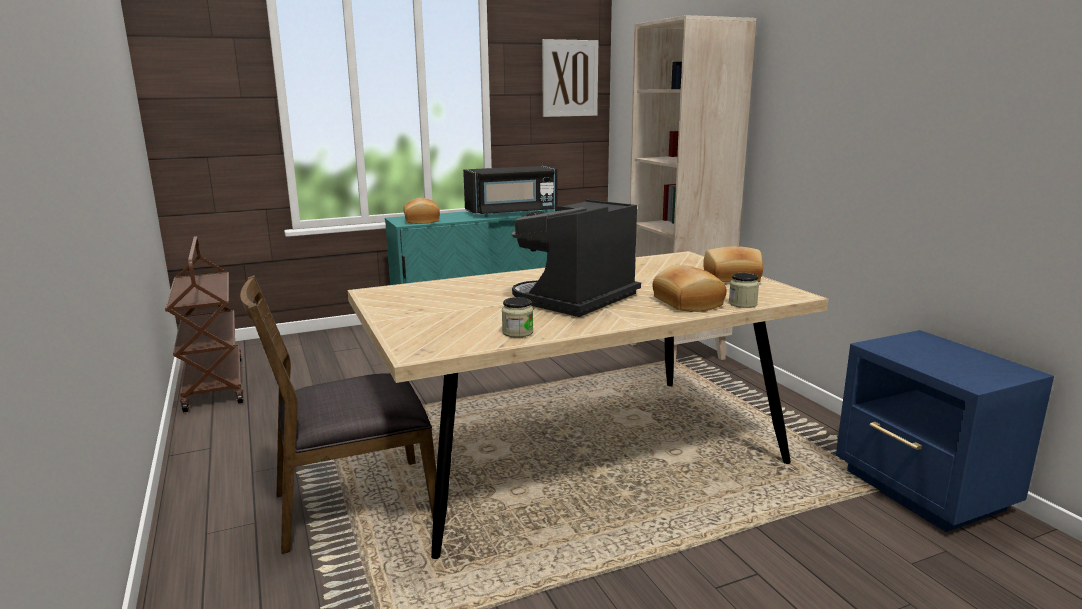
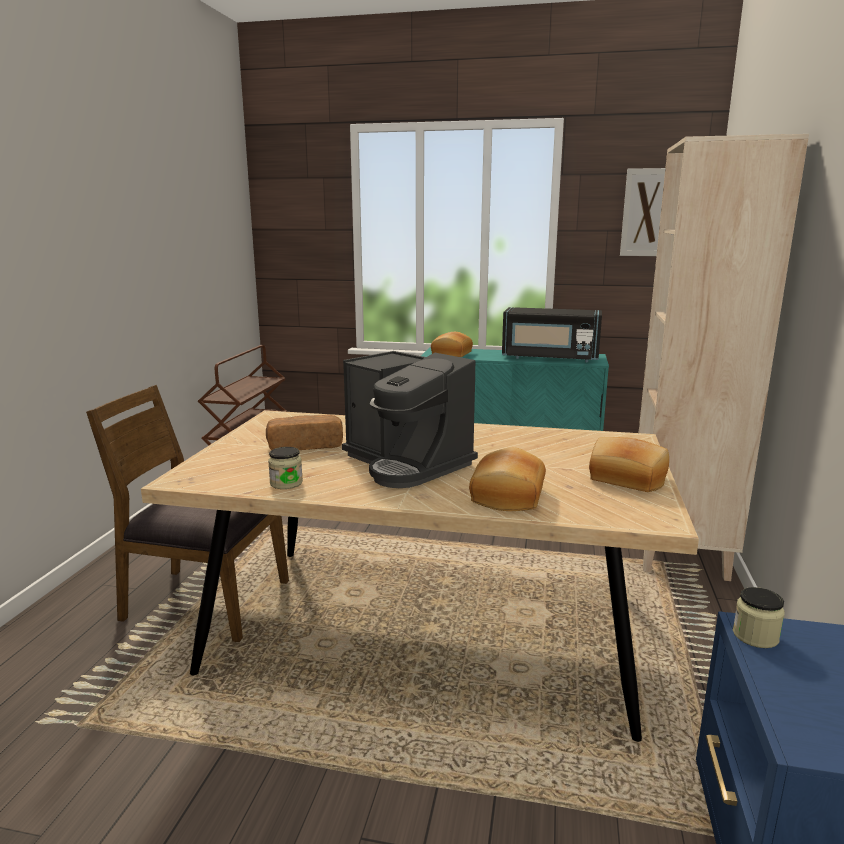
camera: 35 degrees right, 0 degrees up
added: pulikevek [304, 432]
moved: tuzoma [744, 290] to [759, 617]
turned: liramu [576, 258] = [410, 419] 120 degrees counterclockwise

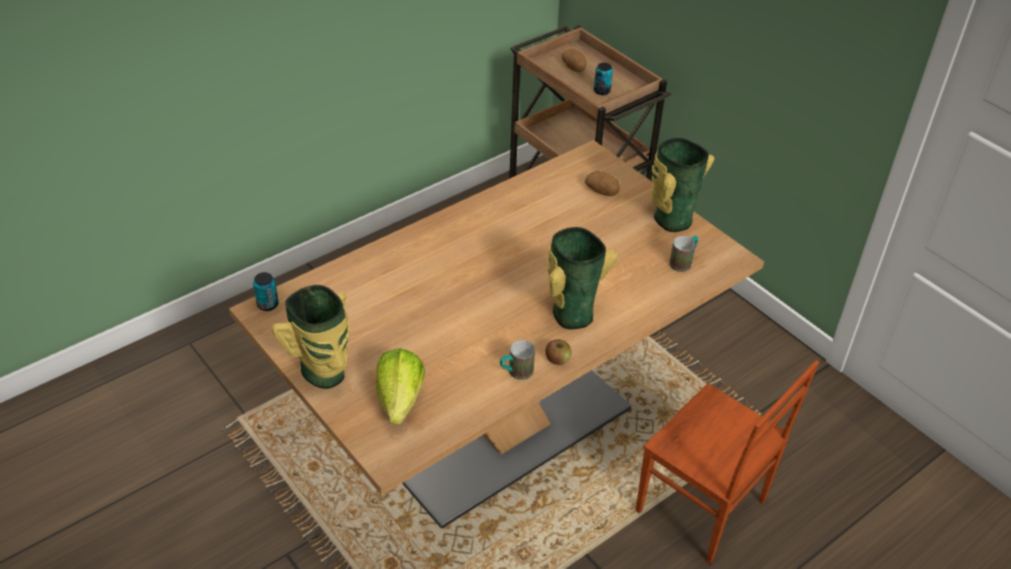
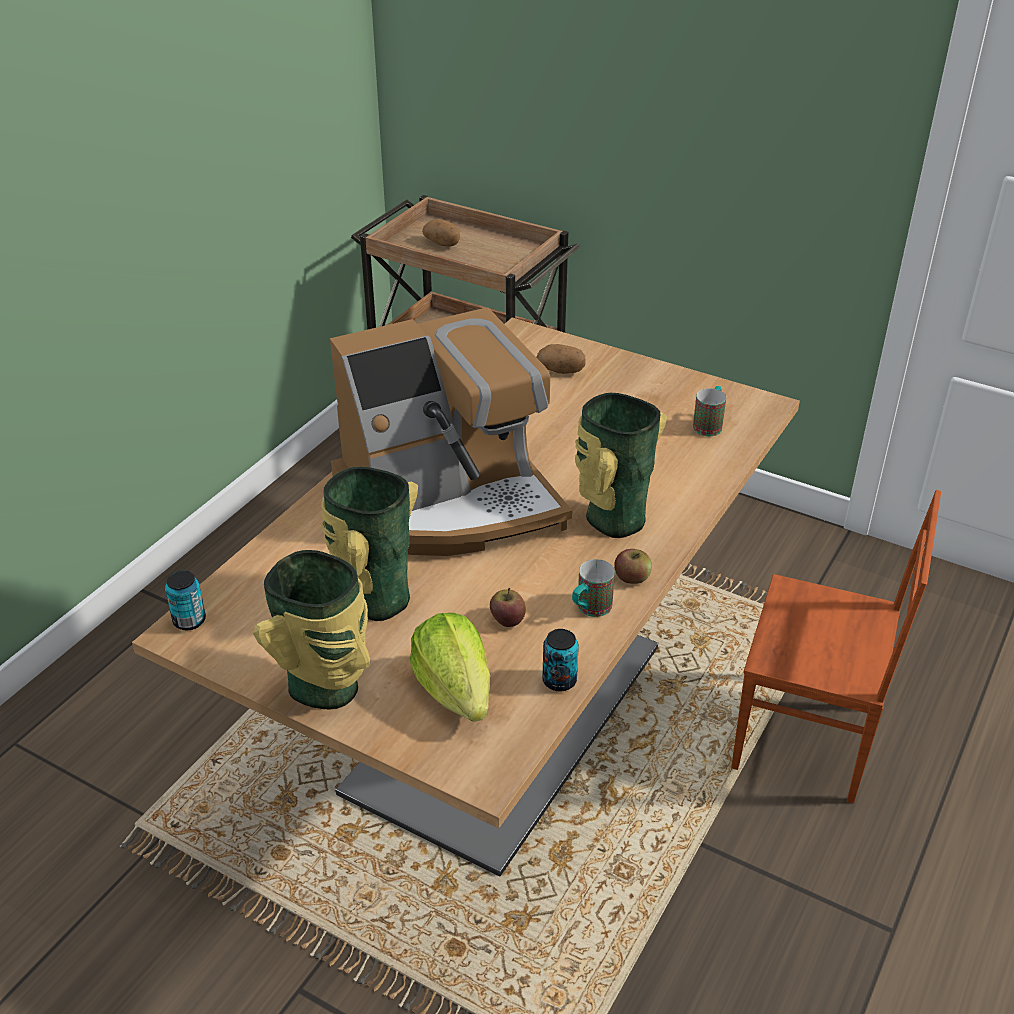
camera: 20 degrees left, 5 degrees down
added: liramu [451, 431]; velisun [508, 607]
moved: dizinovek [683, 185] to [369, 544]; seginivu [603, 79] to [560, 660]

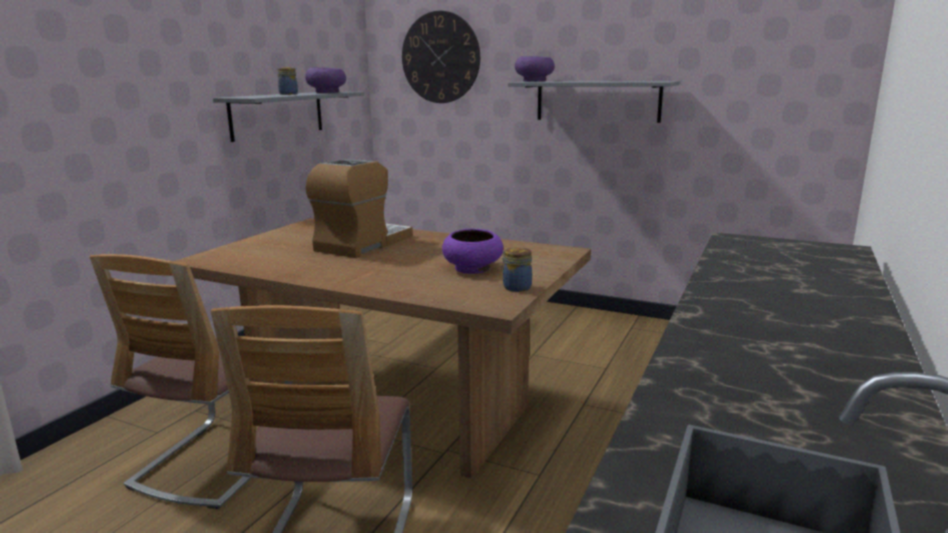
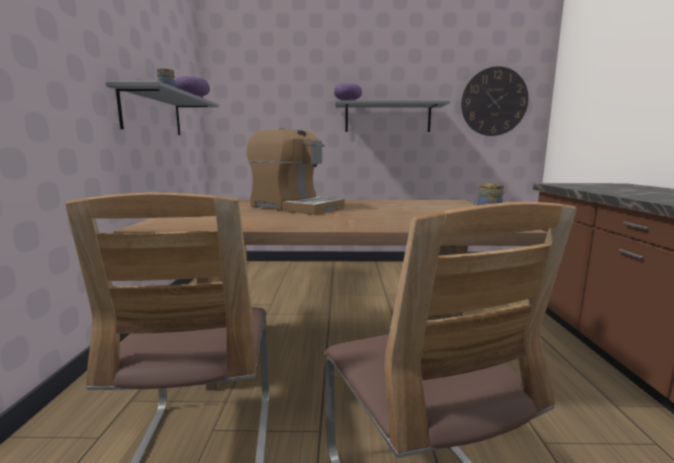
camera: 25 degrees left, 5 degrees down
removed: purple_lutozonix [472, 251]
moved: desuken [441, 57] to [494, 101]
turned: liramu [359, 208] = [295, 171] 120 degrees clockwise

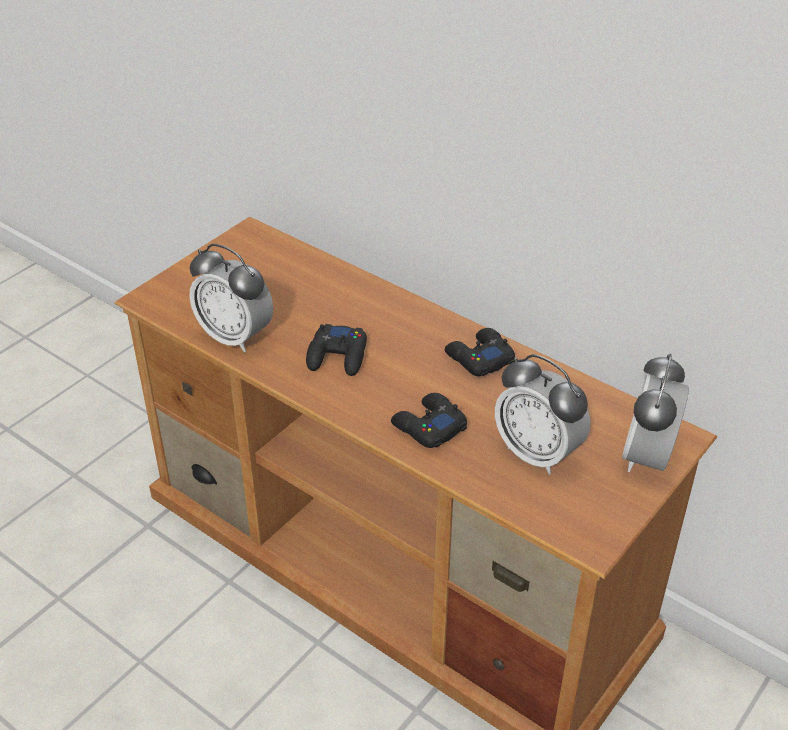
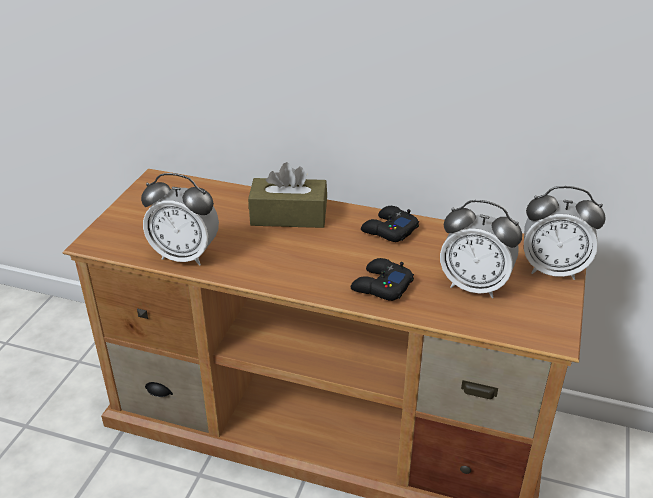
camera: 20 degrees left, 5 degrees down
removed: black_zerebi [336, 350]
added: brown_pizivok [287, 195]
turned: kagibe [655, 413] = [565, 233] 75 degrees counterclockwise

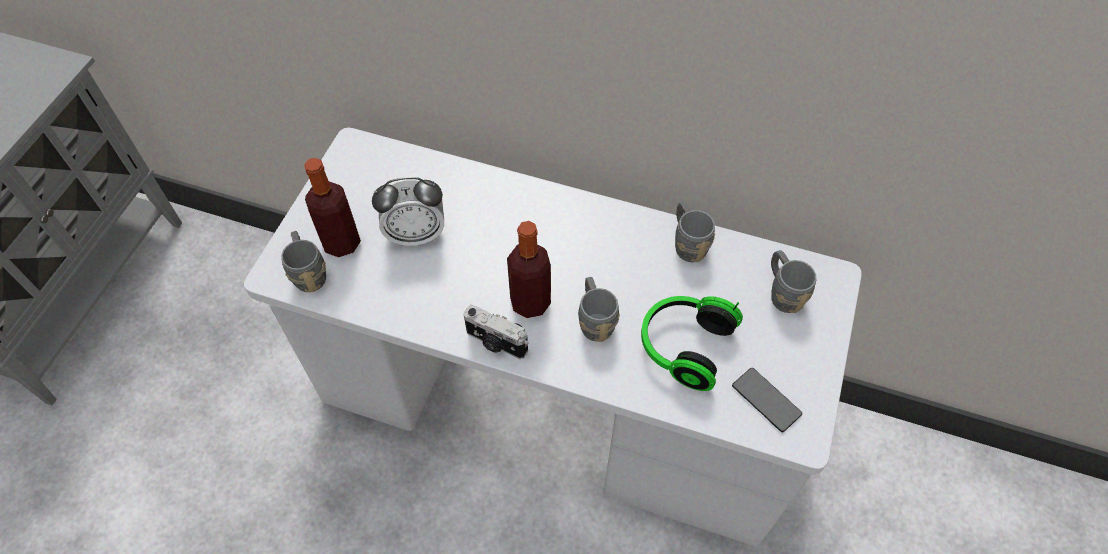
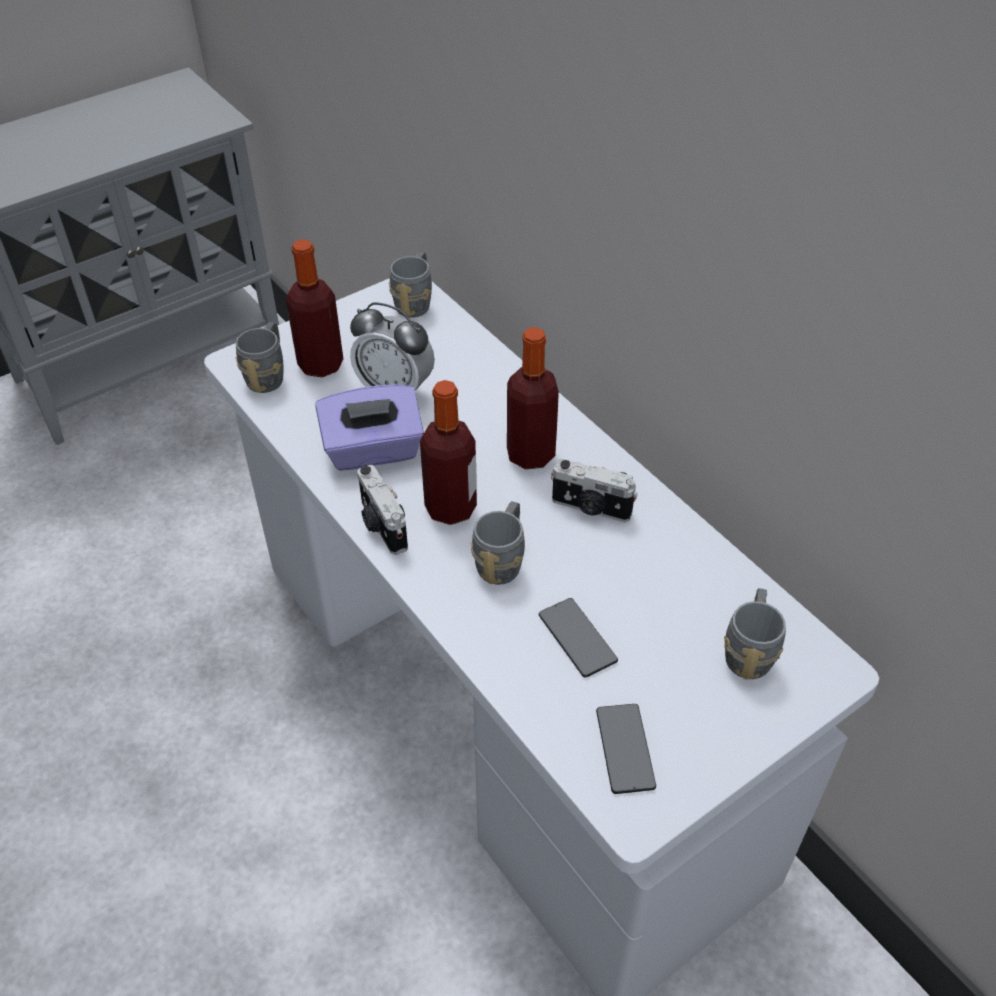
camera: 35 degrees right, 10 degrees down
added: purple_pizivok [369, 427]; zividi [533, 398]; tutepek [594, 490]
moved: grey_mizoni [695, 232] to [410, 285]
replaced: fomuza [692, 343] to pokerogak [578, 638]

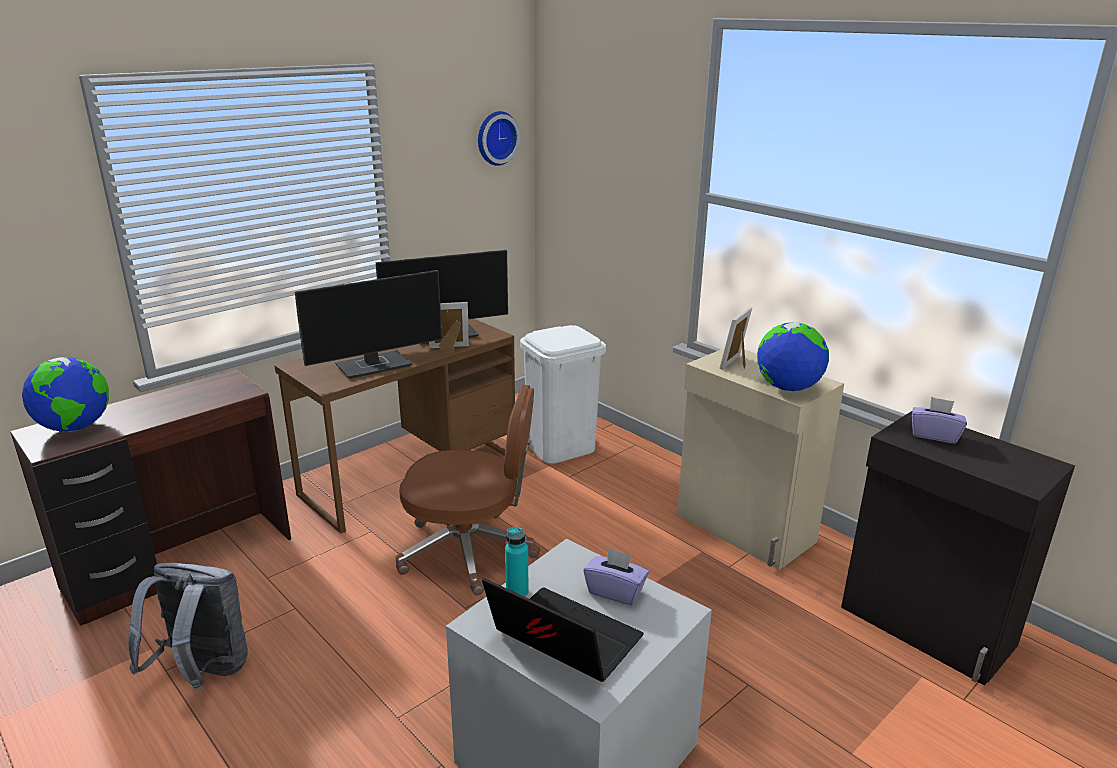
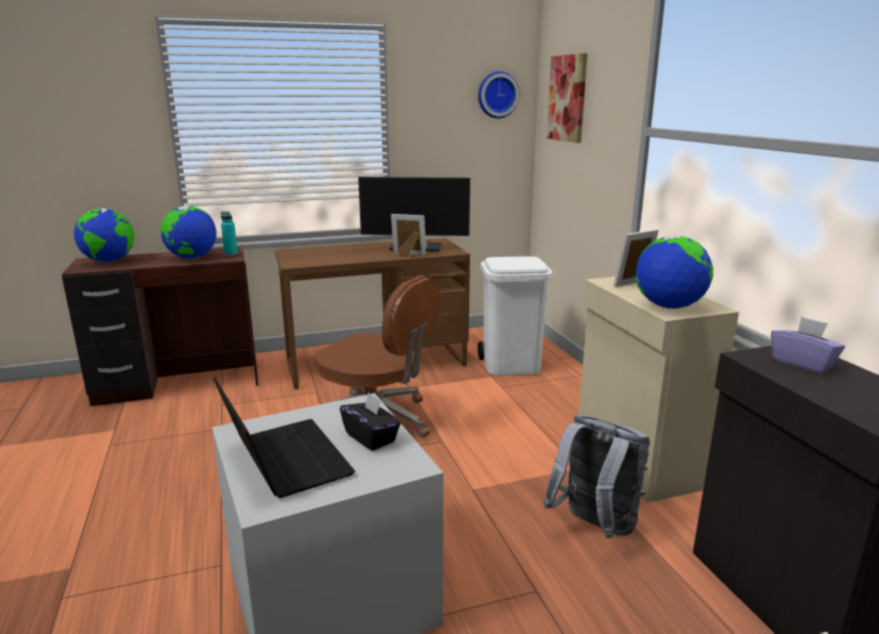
camera: 25 degrees right, 5 degrees down
removed: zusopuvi [368, 324]
added: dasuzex [189, 232]; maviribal [567, 98]
moved: turquoise_zividi [517, 561] to [229, 233]; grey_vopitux [188, 626] to [596, 476]
recoloured: purple_pizivok [616, 576] to black_pizivok [370, 421]

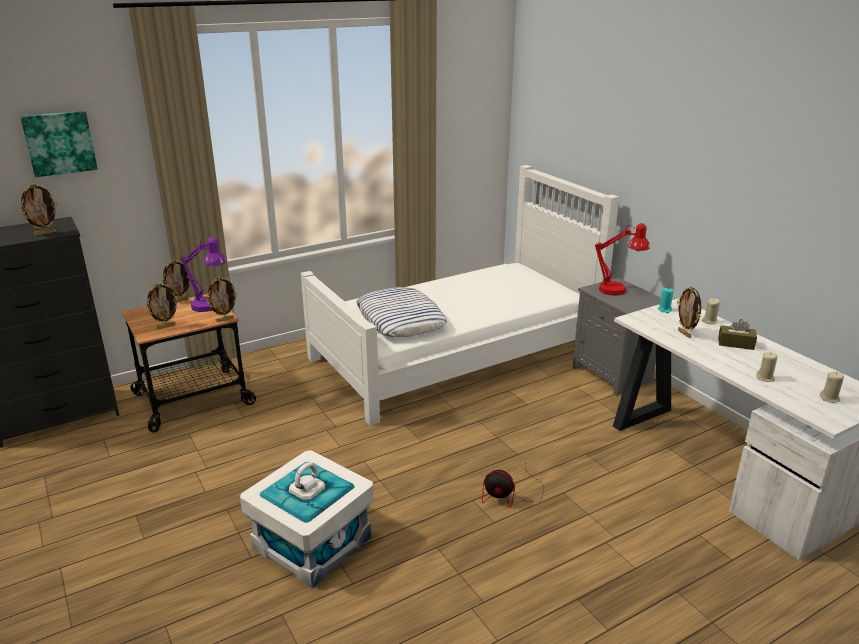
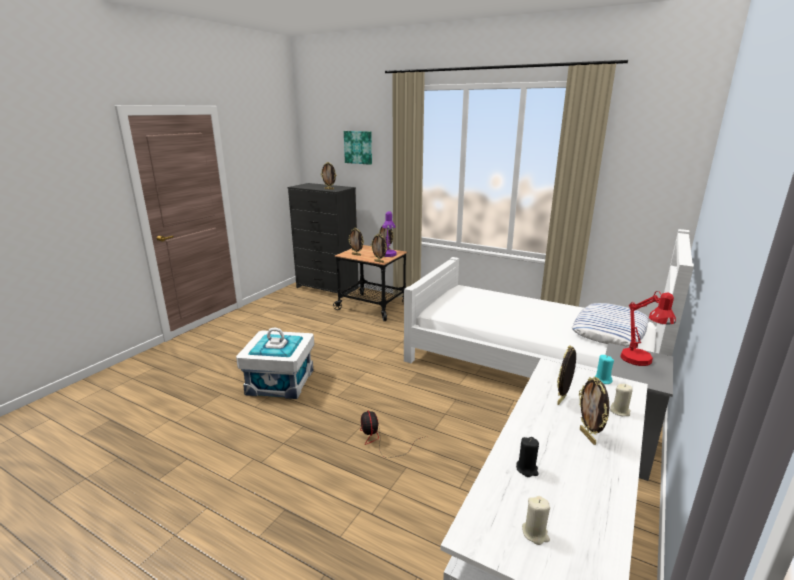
camera: 60 degrees right, 5 degrees down
moved: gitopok [401, 312] to [610, 325]
replaced: brown_pizivok [737, 334] to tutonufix [594, 411]
recoloured: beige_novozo [767, 367] to black_novozo [527, 457]

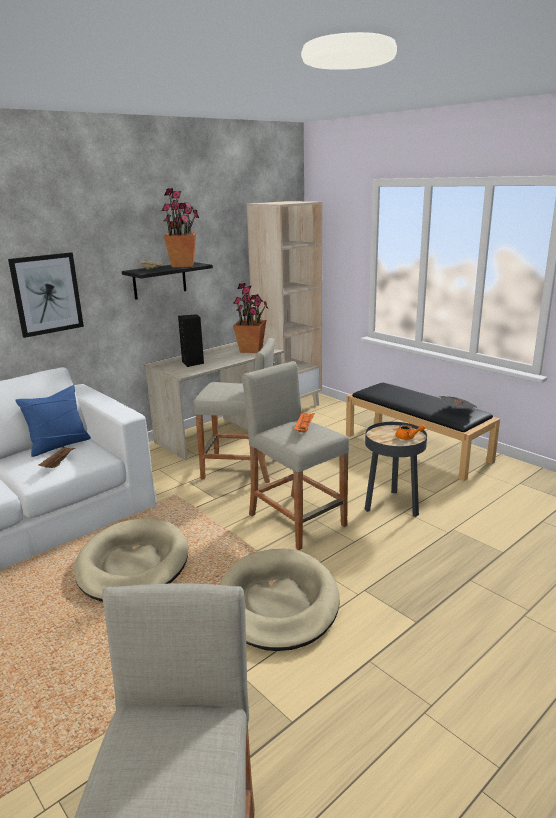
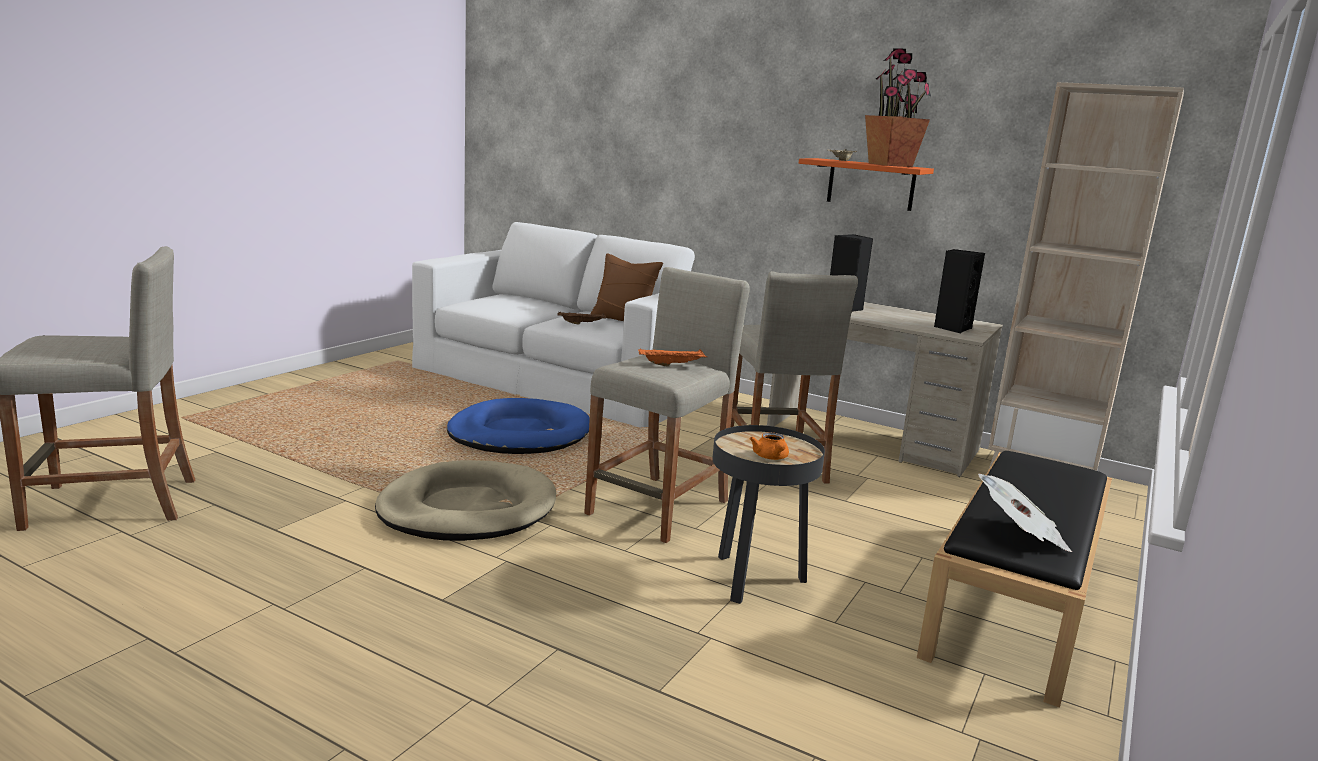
camera: 70 degrees right, 5 degrees down
removed: maviribal [46, 295]
replaced: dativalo [250, 318] to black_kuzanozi [959, 291]
recoloured: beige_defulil [131, 560] to blue_defulil [518, 426]; blue_gitopok [53, 421] to brown_gitopok [627, 287]; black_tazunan [167, 281] to orange_tazunan [866, 184]

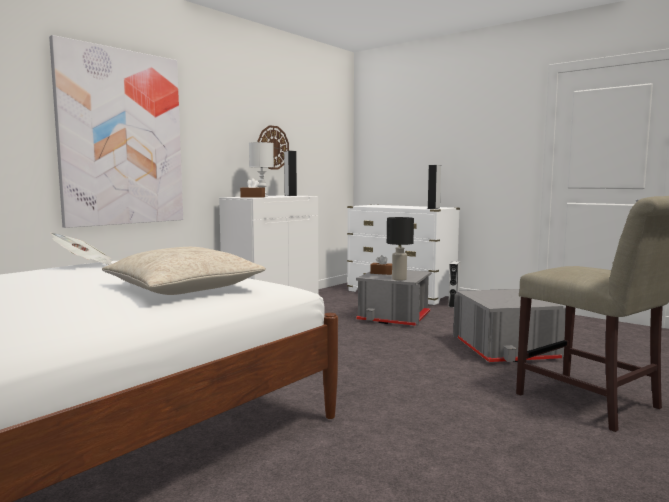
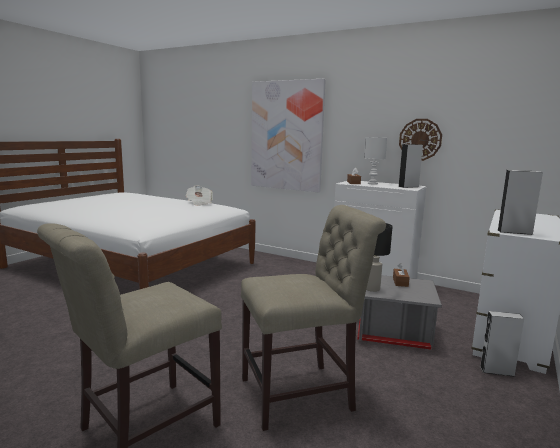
camera: 80 degrees right, 5 degrees up
removed: beige_gitopok [184, 271]
replaced: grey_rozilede [509, 325] to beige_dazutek [313, 318]

